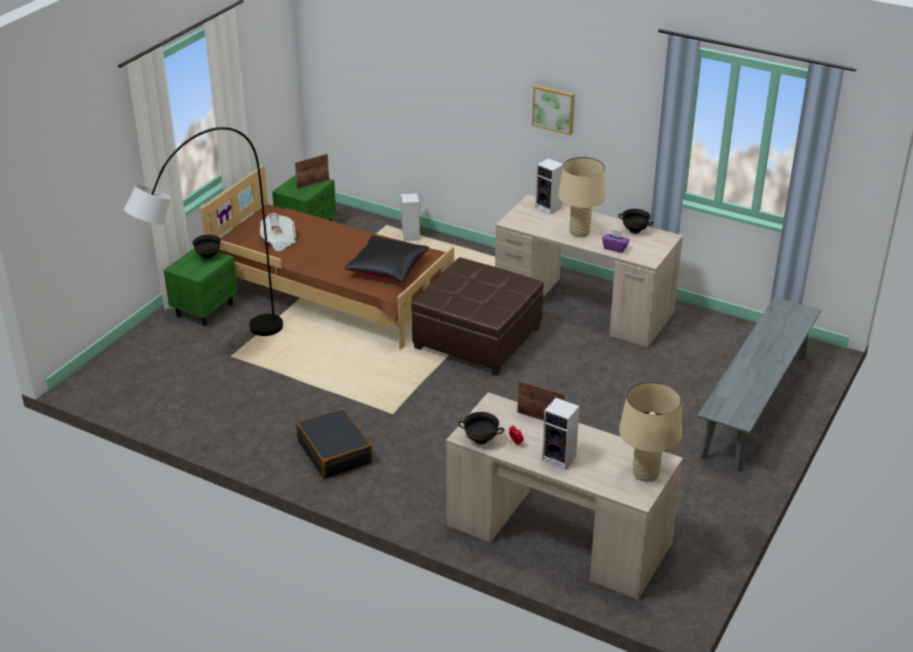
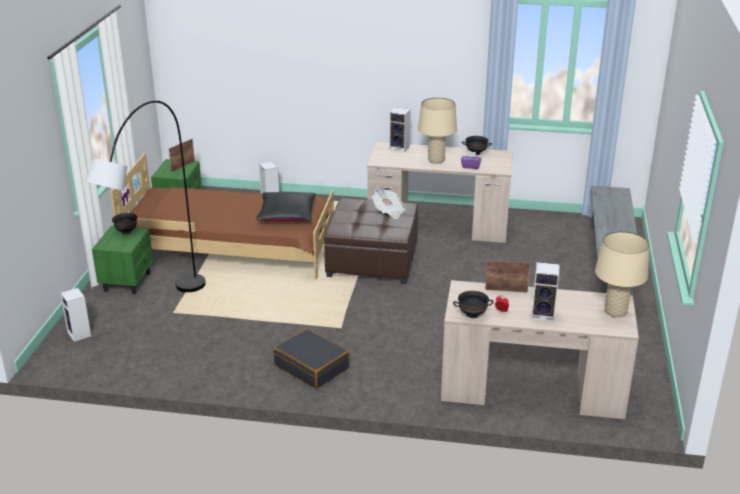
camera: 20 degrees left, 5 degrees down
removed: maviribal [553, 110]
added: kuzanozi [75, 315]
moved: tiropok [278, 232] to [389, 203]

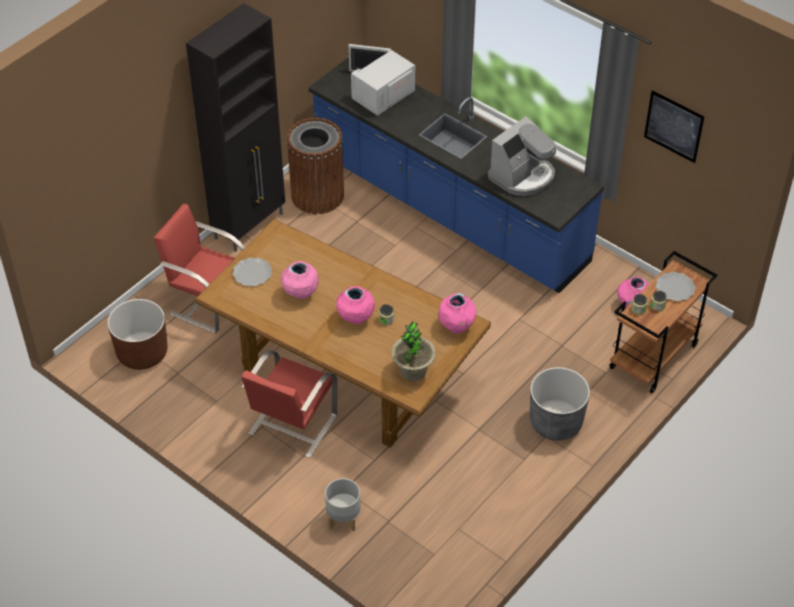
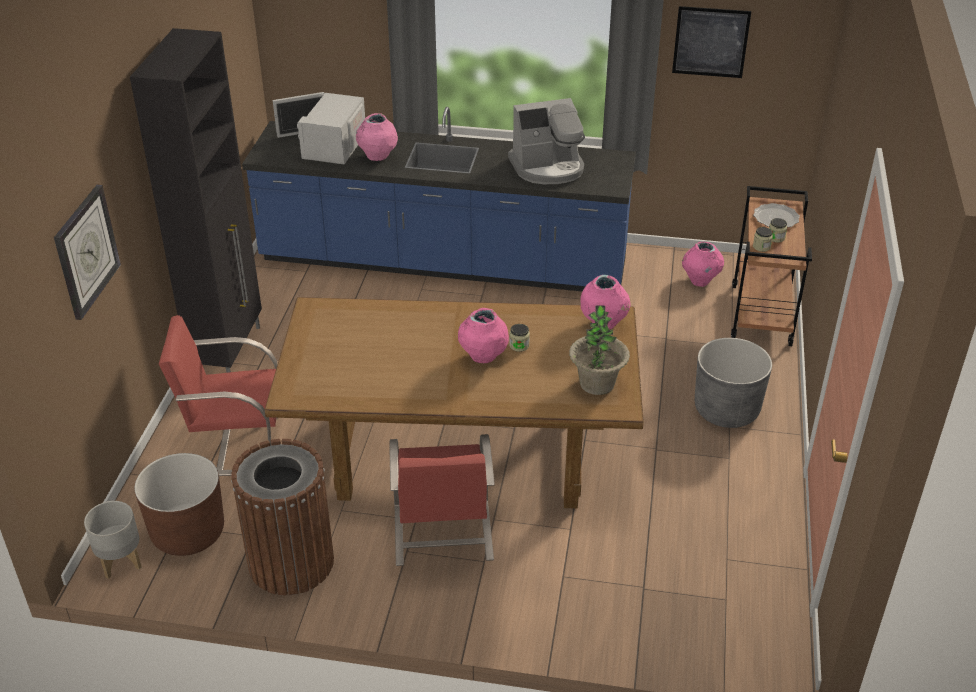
camera: 30 degrees left, 10 degrees down
removed: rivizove [252, 271]
added: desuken [87, 252]
moved: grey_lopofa [343, 505] to [112, 540]; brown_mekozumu [315, 165] to [282, 517]; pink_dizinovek [300, 280] to [377, 137]
turned: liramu [522, 156] = [546, 141] 60 degrees clockwise

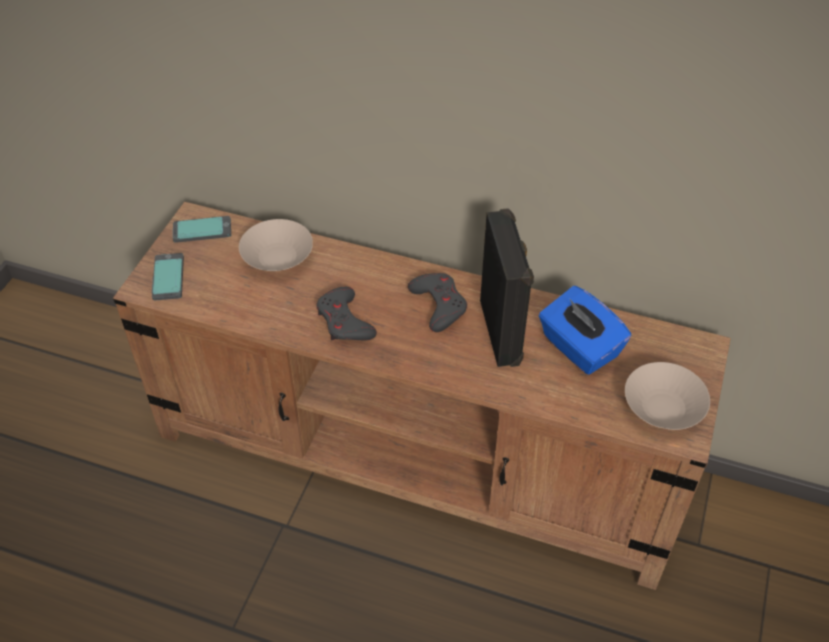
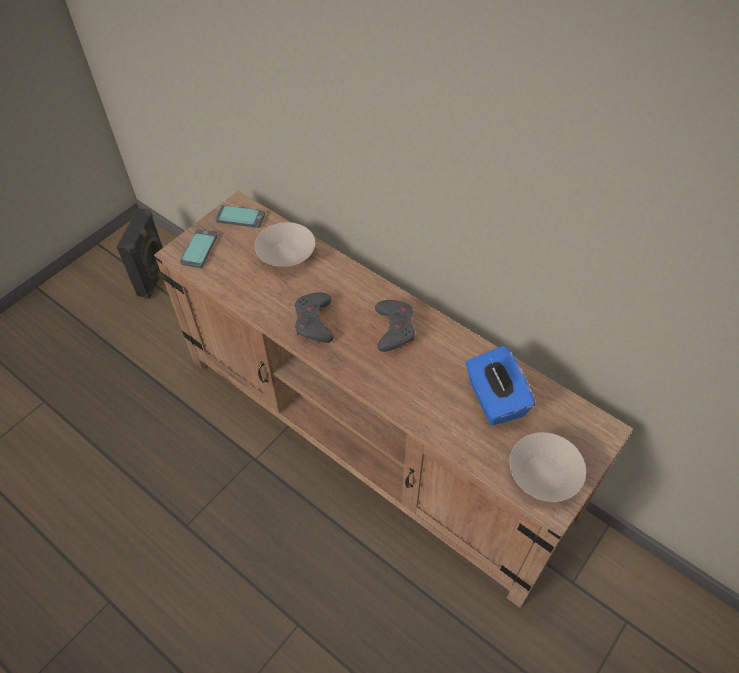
camera: 20 degrees right, 5 degrees up
moved: black_kuzanozi [507, 287] to [140, 253]

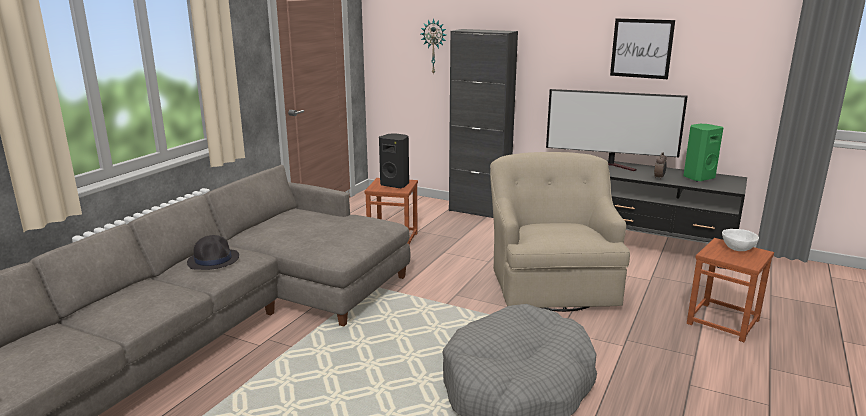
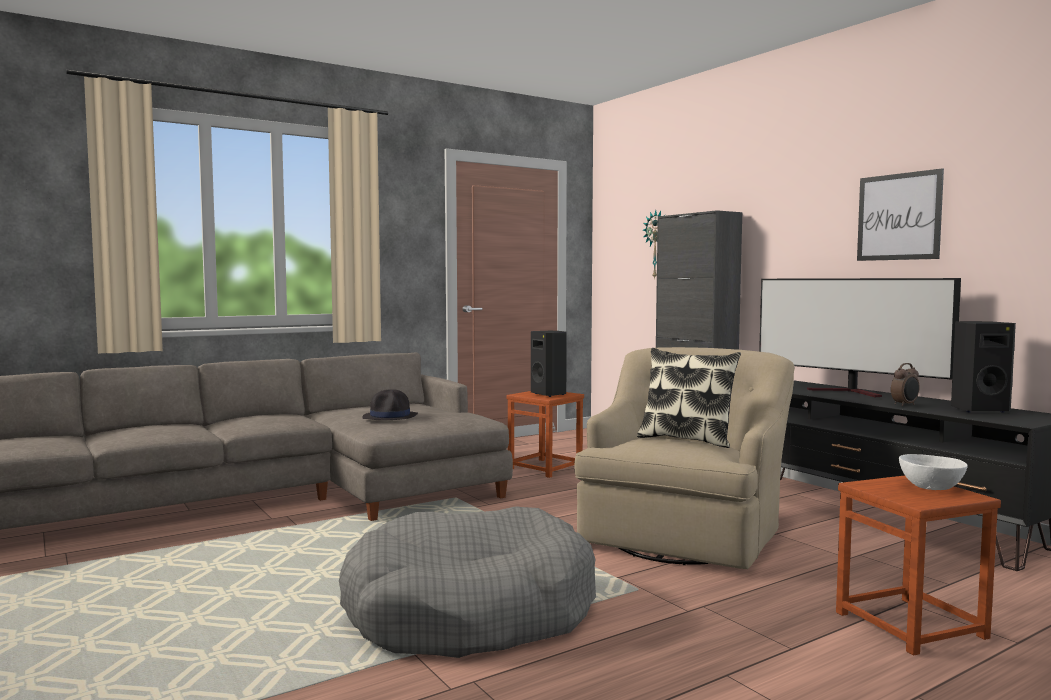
camera: 30 degrees right, 15 degrees down
added: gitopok [689, 398]
moved: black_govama [213, 252] to [390, 404]
recoloured: green_kuzanozi [703, 152] to black_kuzanozi [983, 366]

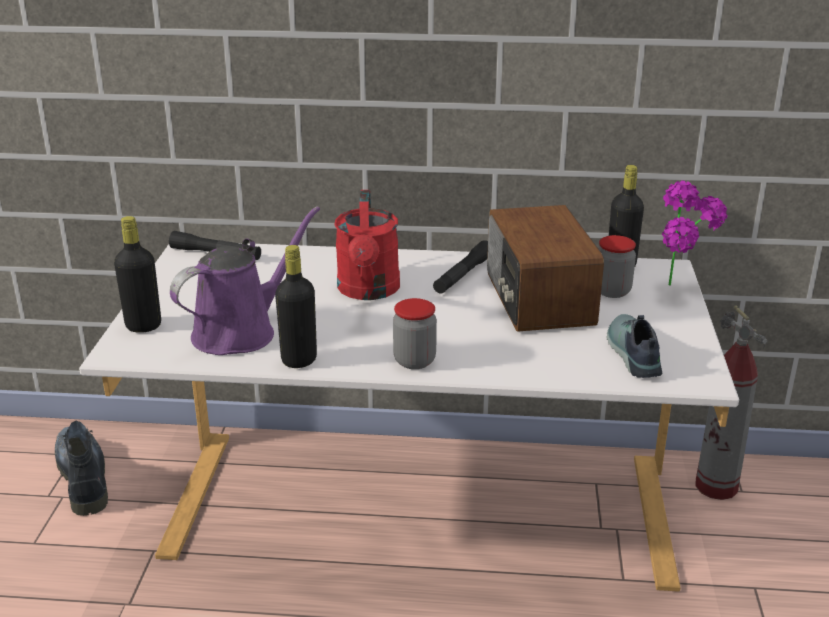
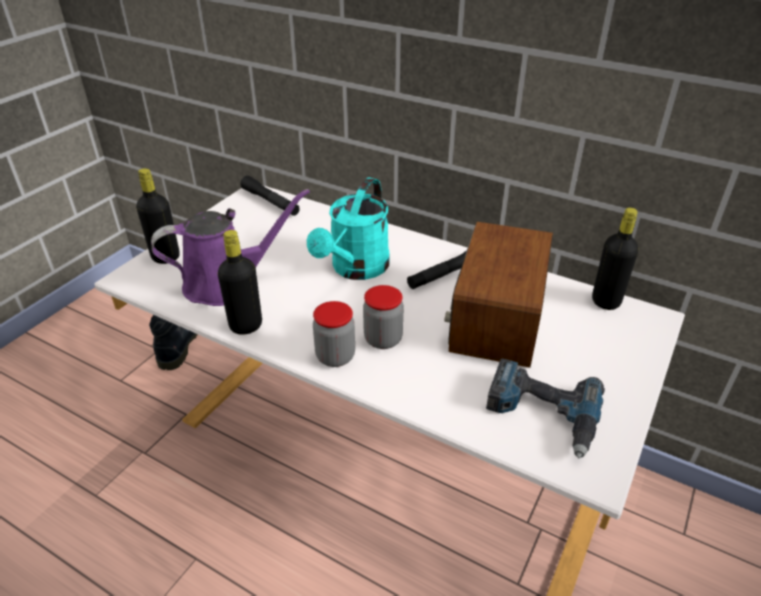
camera: 25 degrees right, 10 degrees up
removed: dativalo [695, 233]; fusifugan [731, 402]
moved: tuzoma [617, 266] to [383, 317]
replaced: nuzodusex [634, 346] to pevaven [545, 409]
recoloured: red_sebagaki [367, 245] to turquoise_sebagaki [348, 228]

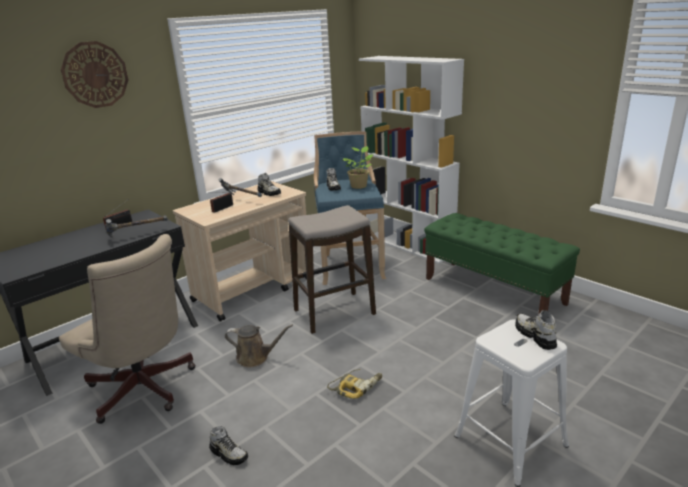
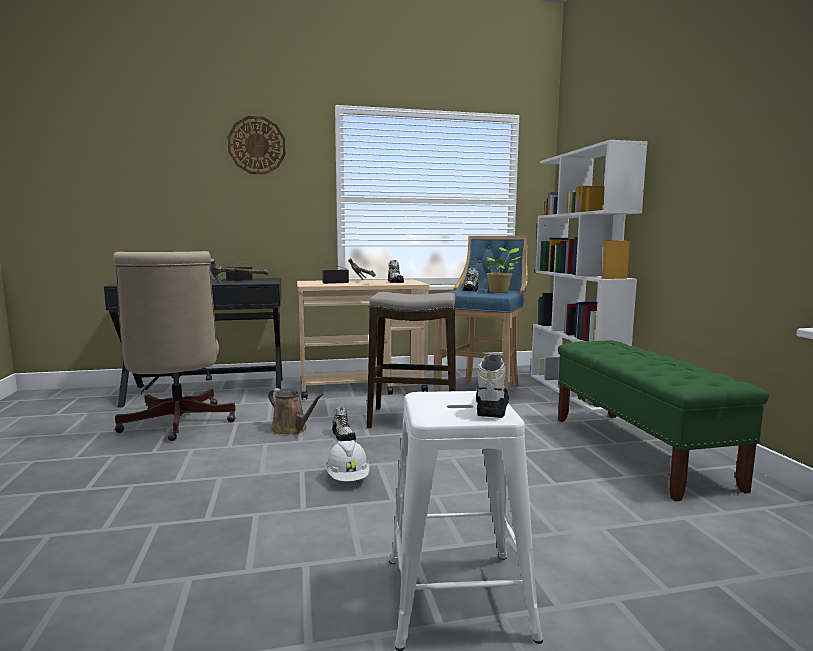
camera: 30 degrees right, 15 degrees down
moved: nuzodusex [228, 445] to [344, 424]
replaced: pevaven [354, 384] to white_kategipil [348, 461]

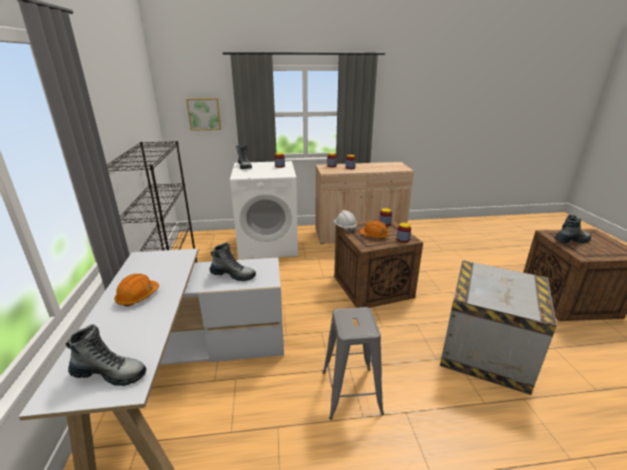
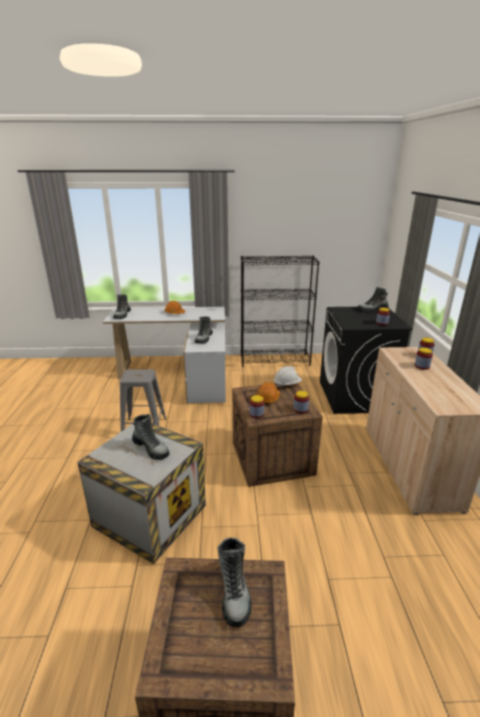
camera: 95 degrees right, 0 degrees up
removed: maviribal [203, 114]
added: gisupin [150, 437]
recoloured: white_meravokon [264, 210] to black_meravokon [366, 360]

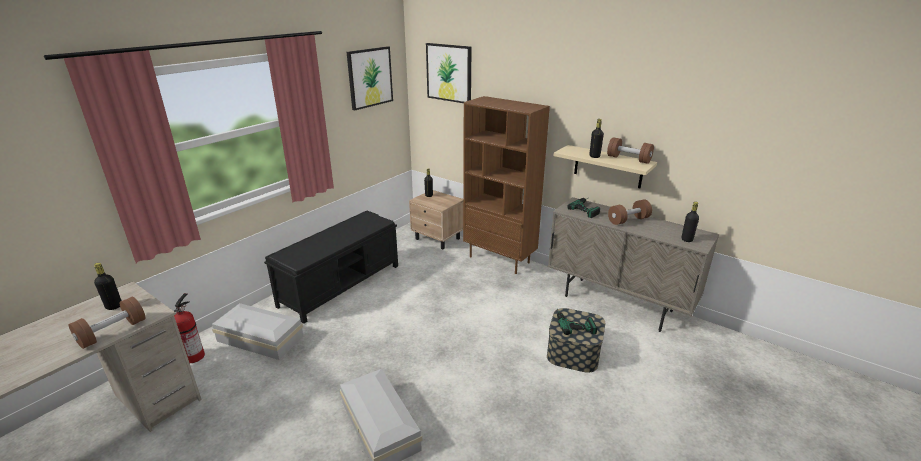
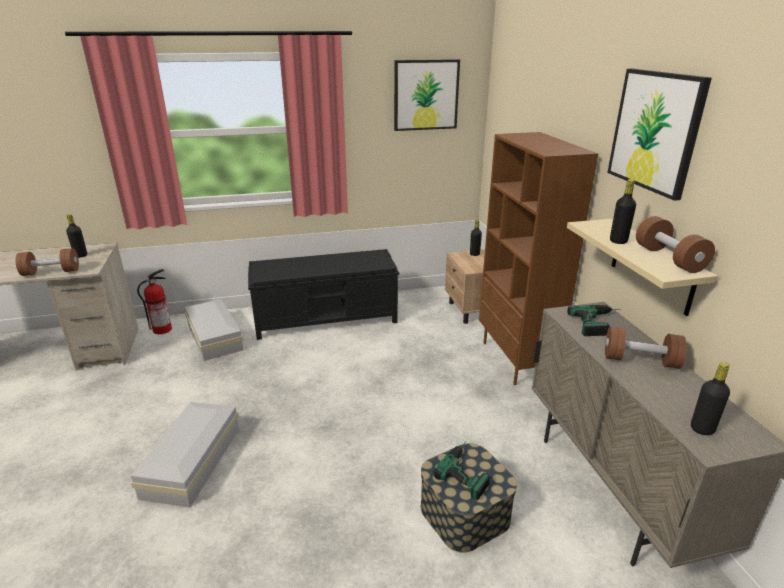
camera: 40 degrees right, 0 degrees up
moved: maviribal [449, 73] to [659, 135]

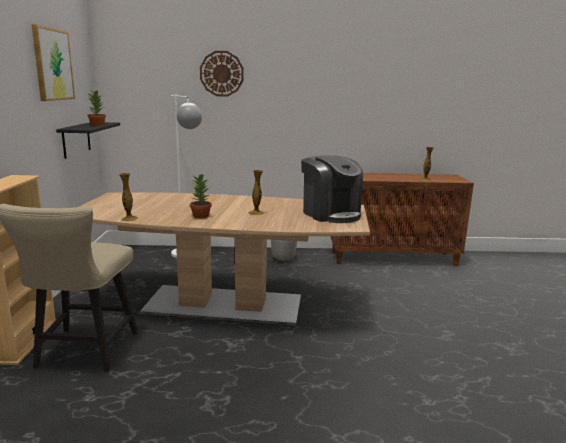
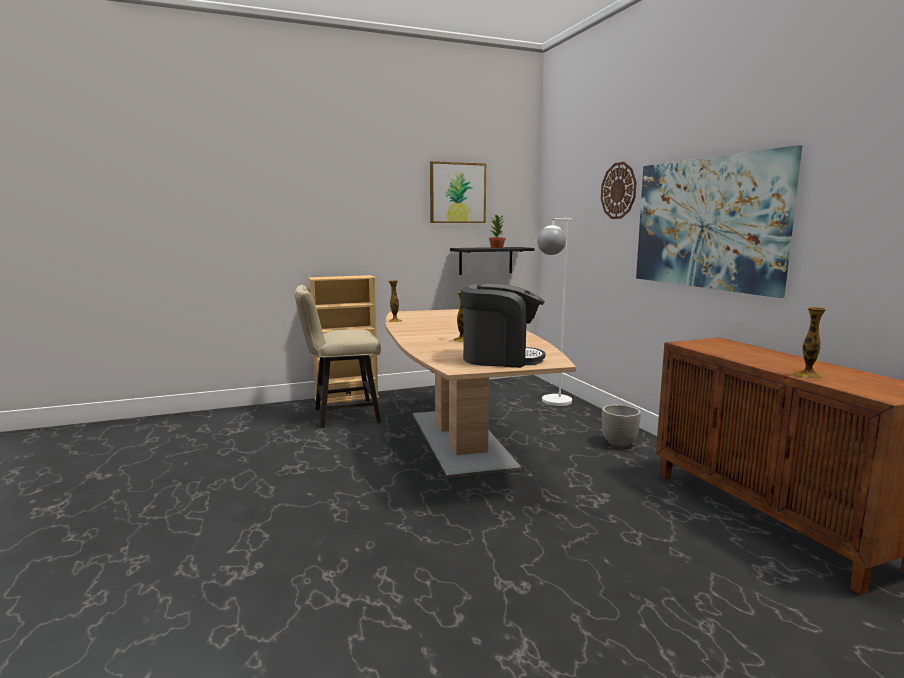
camera: 70 degrees right, 5 degrees down
removed: dativalo [201, 195]
added: maviribal [719, 221]
turned: liramu [332, 189] = [503, 325] 120 degrees counterclockwise

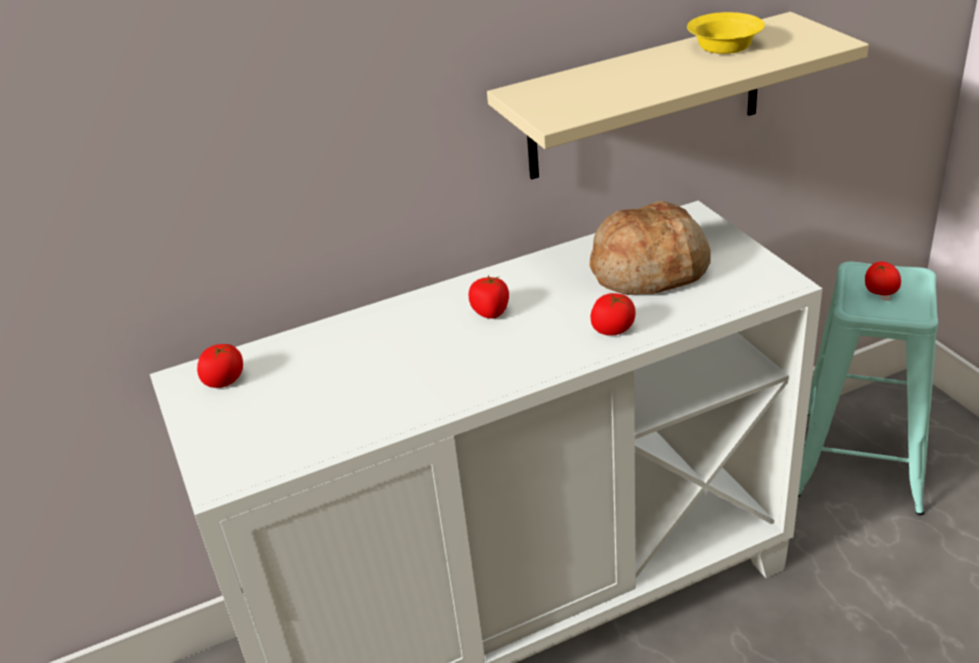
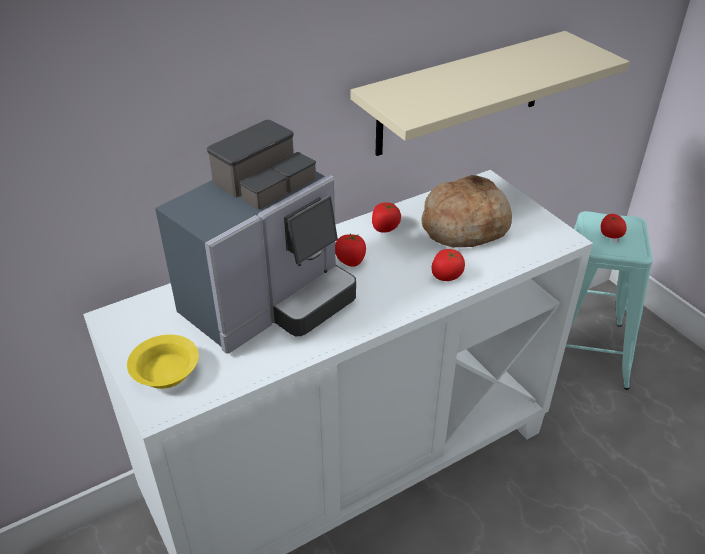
camera: 10 degrees left, 5 degrees up
added: liramu [255, 237]
moved: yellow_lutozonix [726, 33] to [163, 362]; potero [220, 366] to [386, 217]

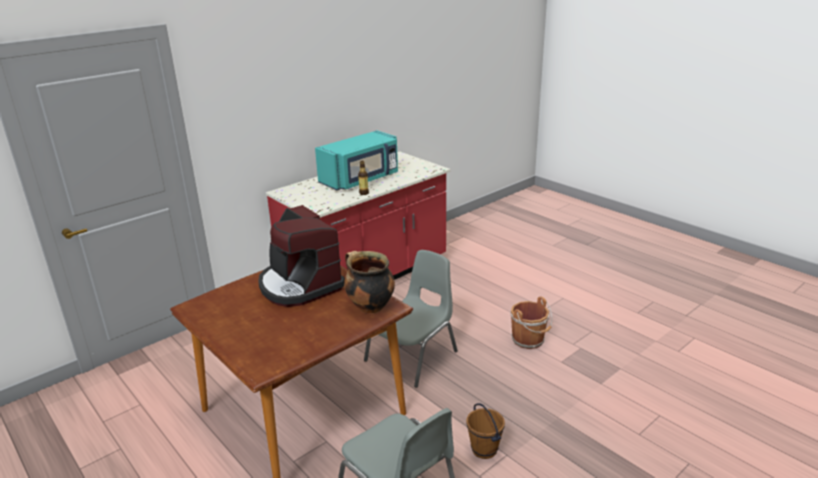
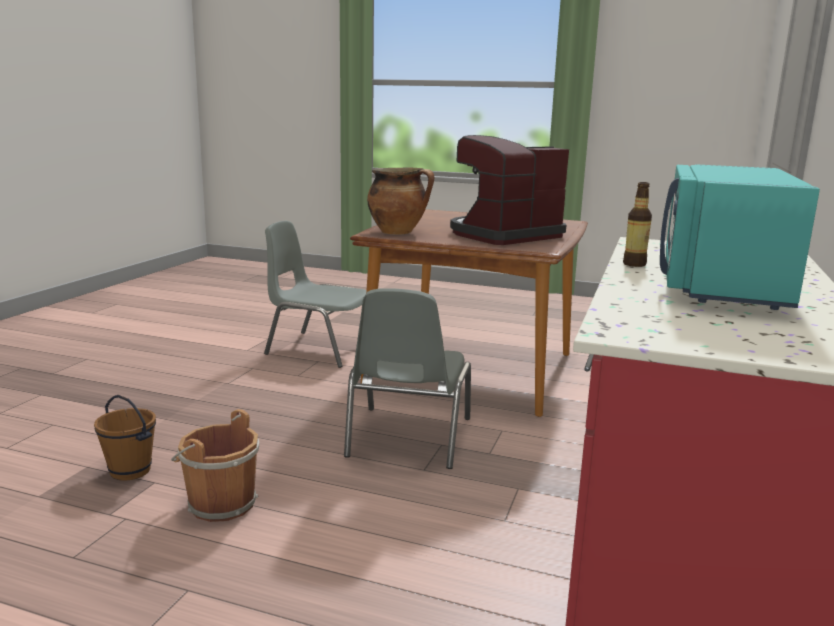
camera: 150 degrees right, 10 degrees down
moved: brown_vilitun [485, 431] to [125, 438]
turned: liramu [301, 256] = [509, 190] 60 degrees counterclockwise

